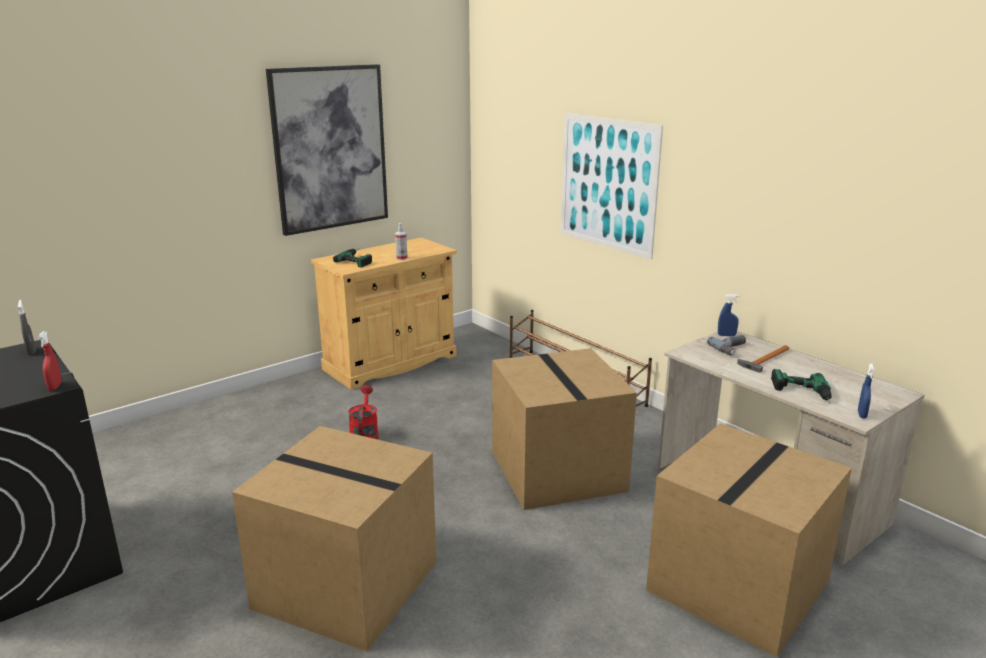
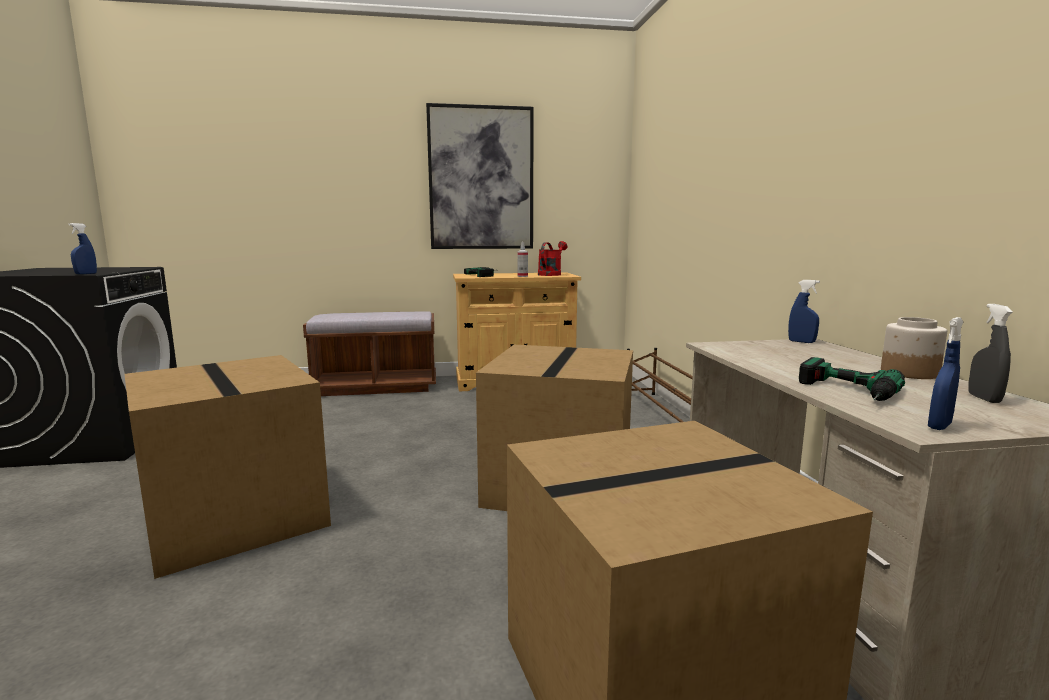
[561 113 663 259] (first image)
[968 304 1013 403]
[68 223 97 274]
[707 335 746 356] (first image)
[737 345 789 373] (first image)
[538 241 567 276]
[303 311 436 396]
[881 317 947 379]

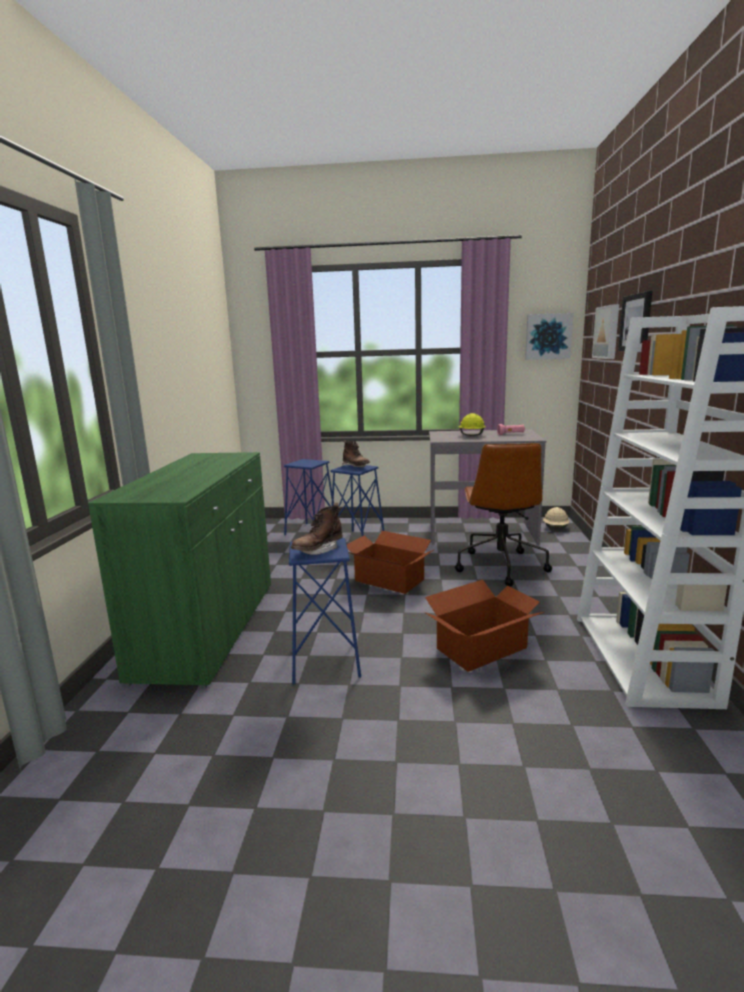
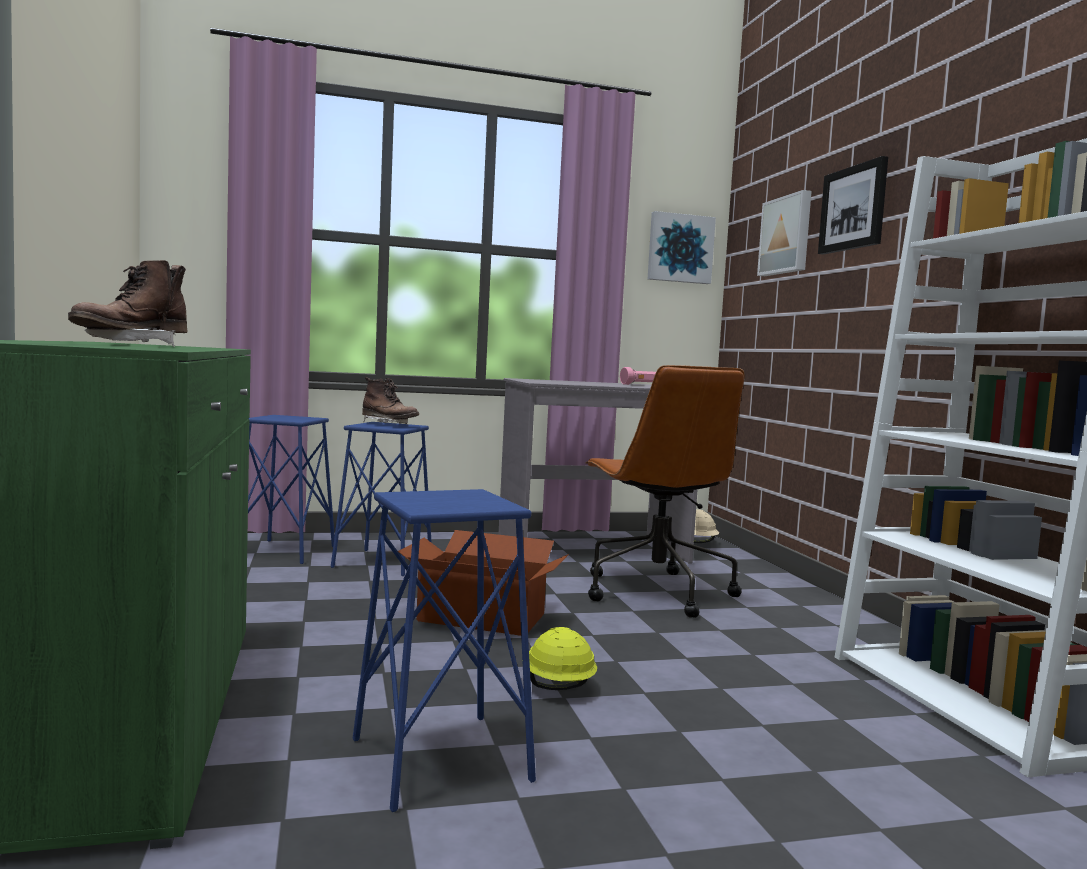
[529 627 597 690]
[68 260 188 347]
[424 580 544 672] (first image)

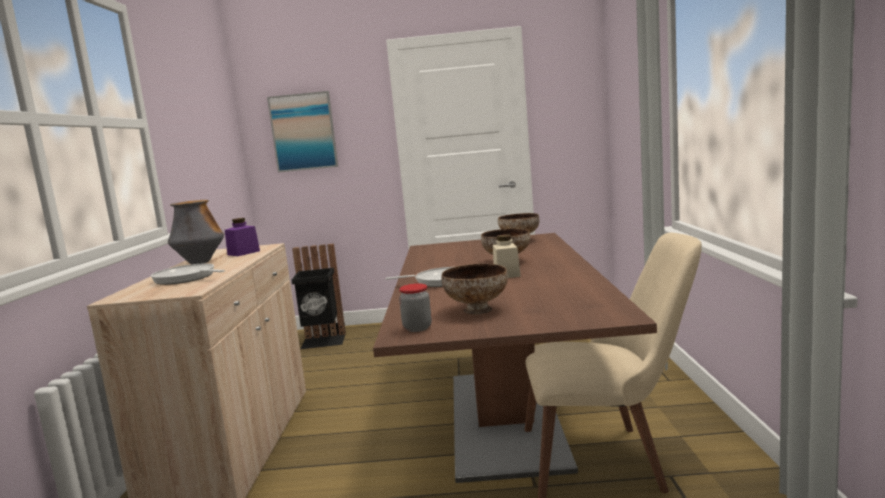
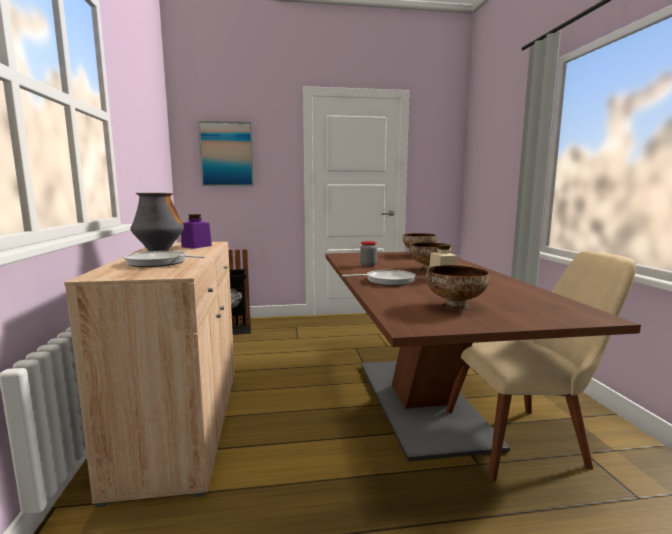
[360 241 377 267]

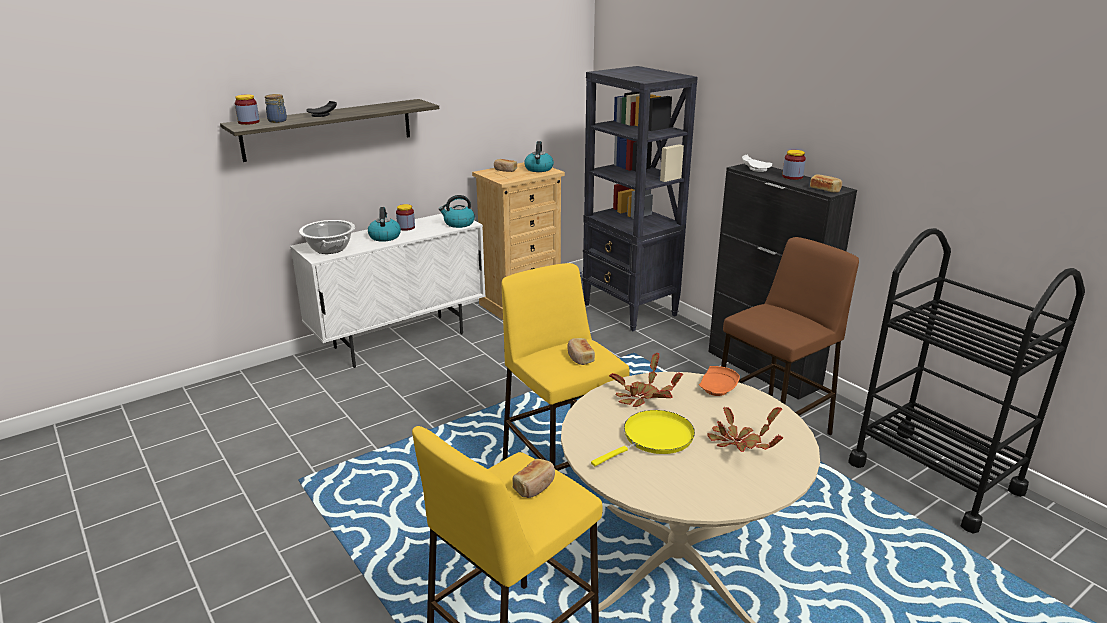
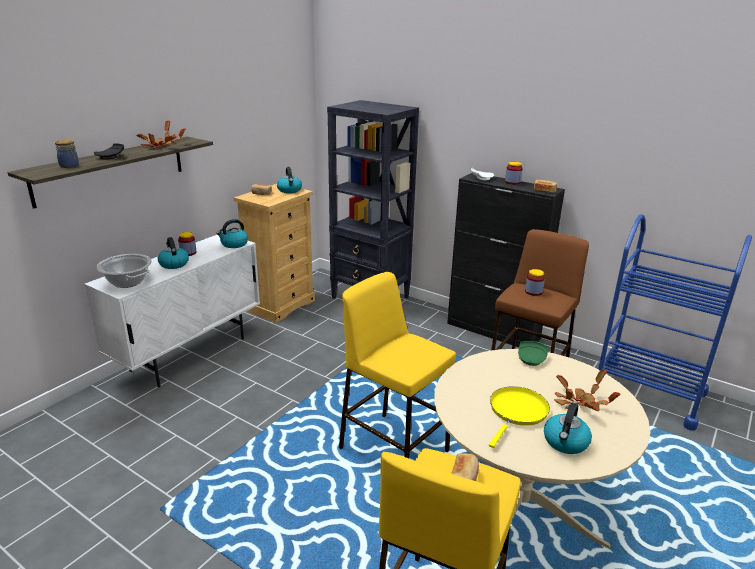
[525 269 545 296]
[598 214 752 431]
[567 338 595 365] (first image)
[136 121 186 149]
[518 341 548 366]
[544 402 592 454]

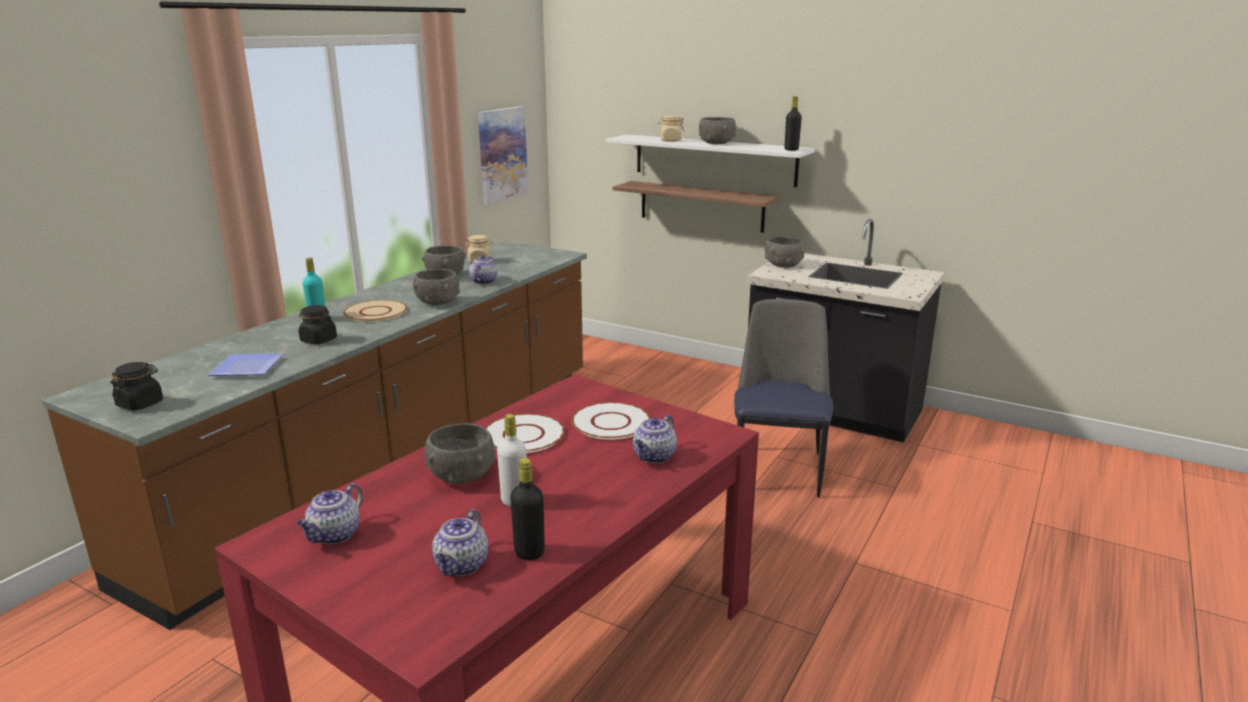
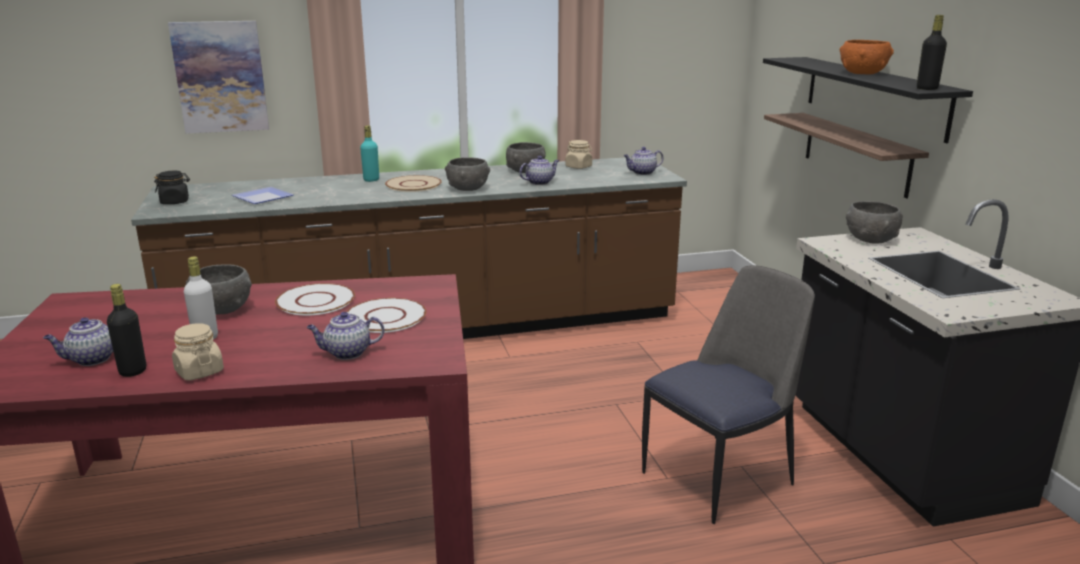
[168 21 269 134]
[172 323 224 381]
[839 40 894 74]
[763 57 973 143]
[299 305 337 344] (first image)
[623 147 663 175]

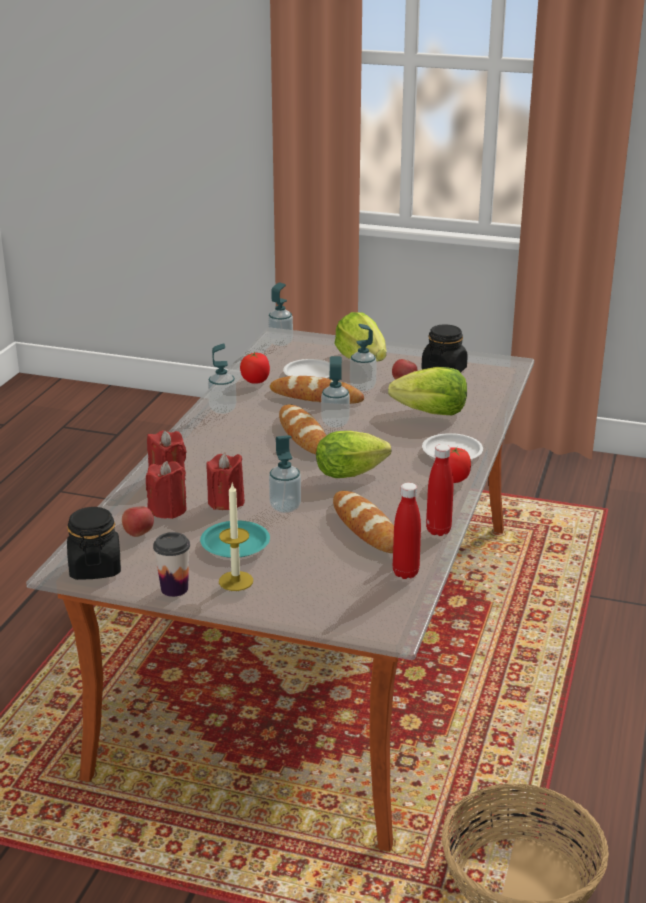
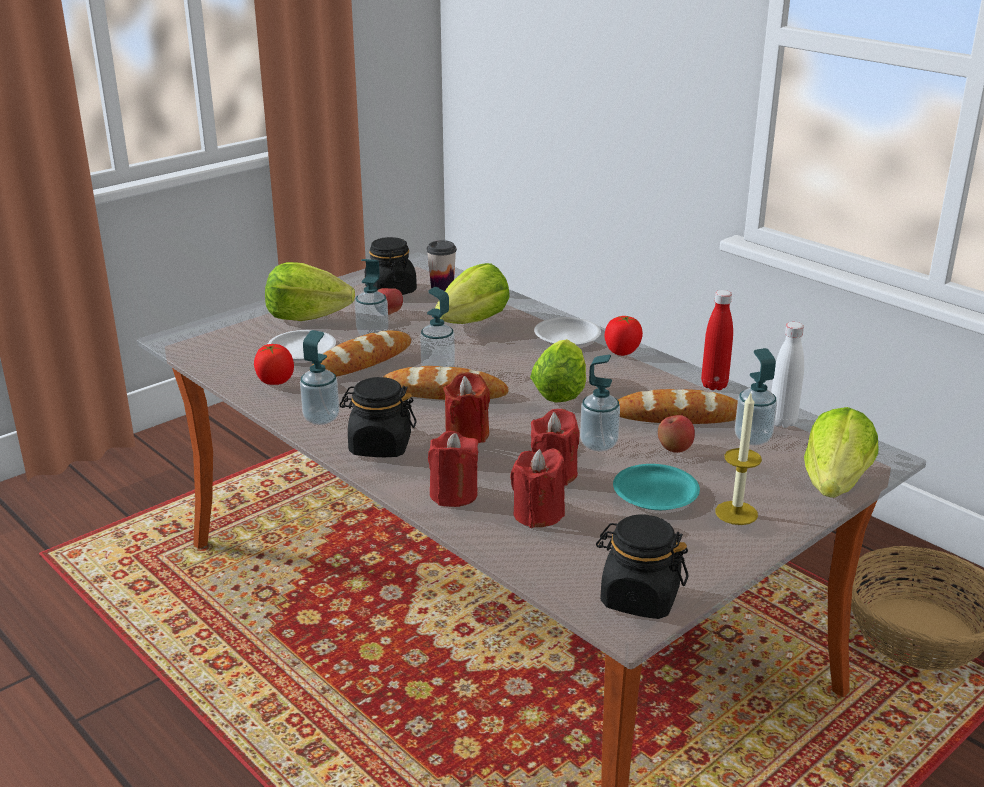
[735 348 777 445]
[771 322 804 428]
[658 415 695 453]
[426 240 457 291]
[443 372 490 443]
[340 377 417 457]
[804 407 879 498]

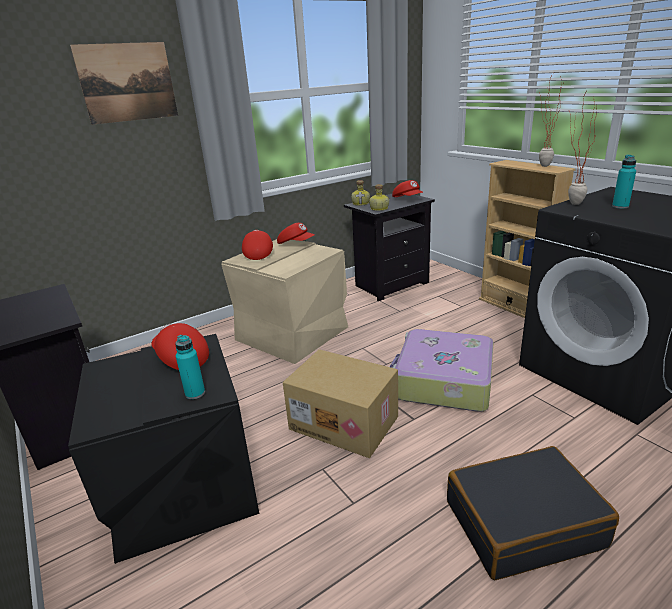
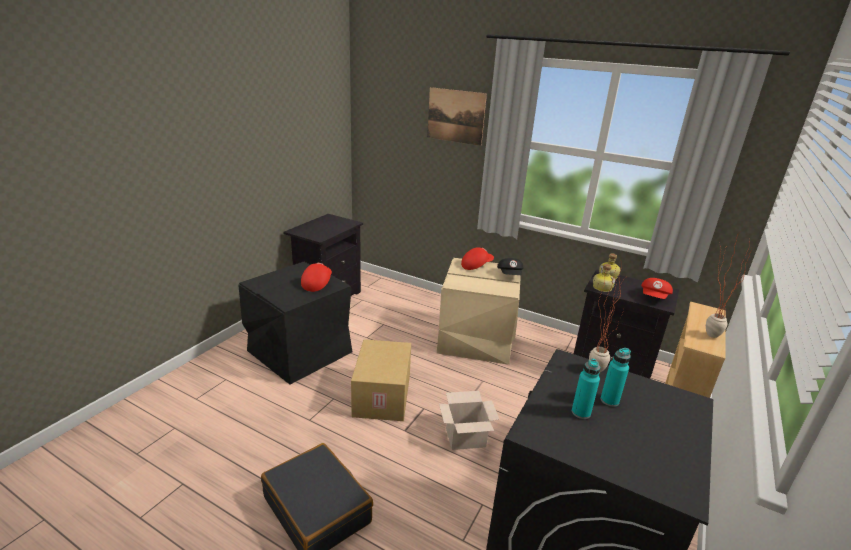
[497 258 524 275]
[439 391 499 450]
[572 358 600 419]

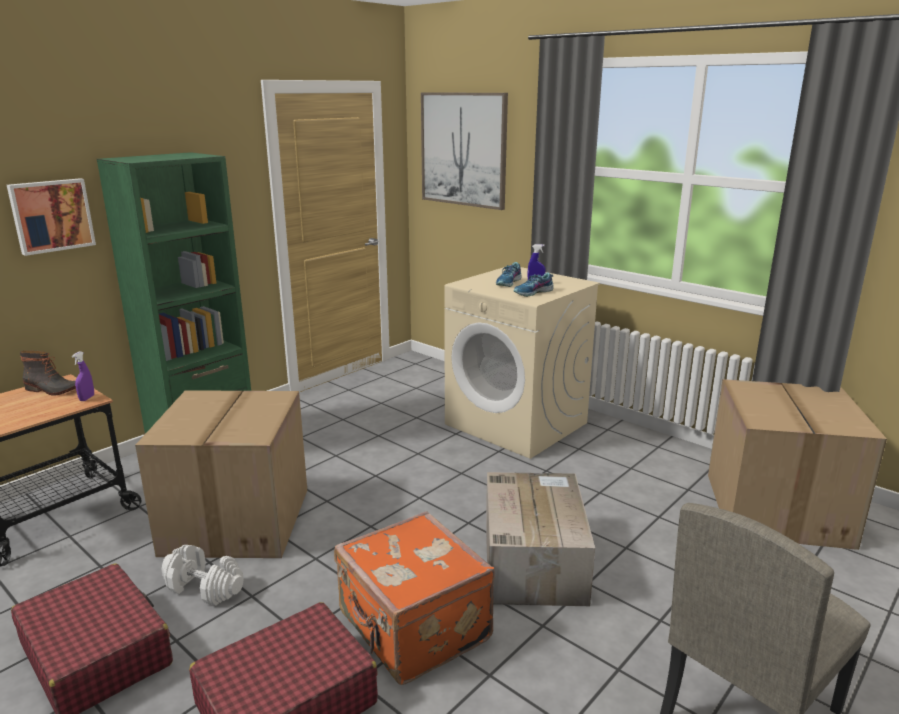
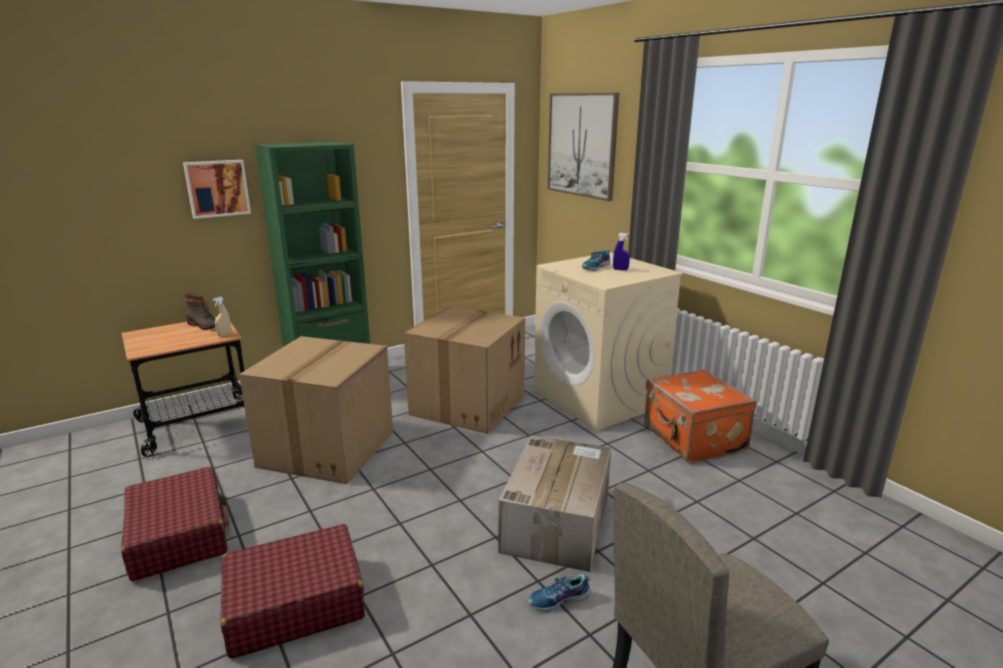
[528 574 591 612]
[213 297 231 336]
[404 306 525 434]
[644 369 757 463]
[162 545 243 606] (first image)

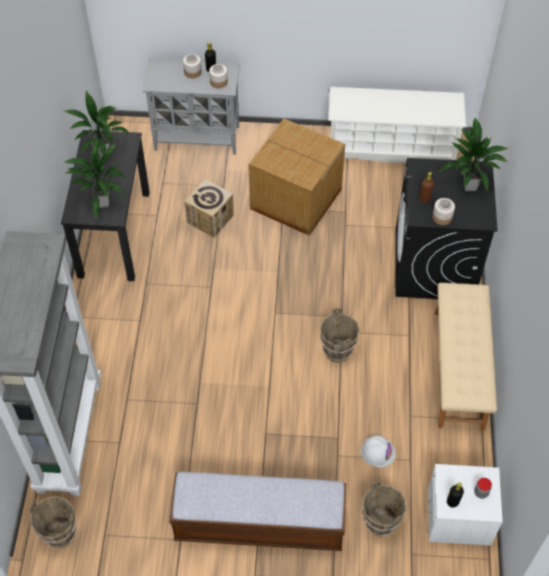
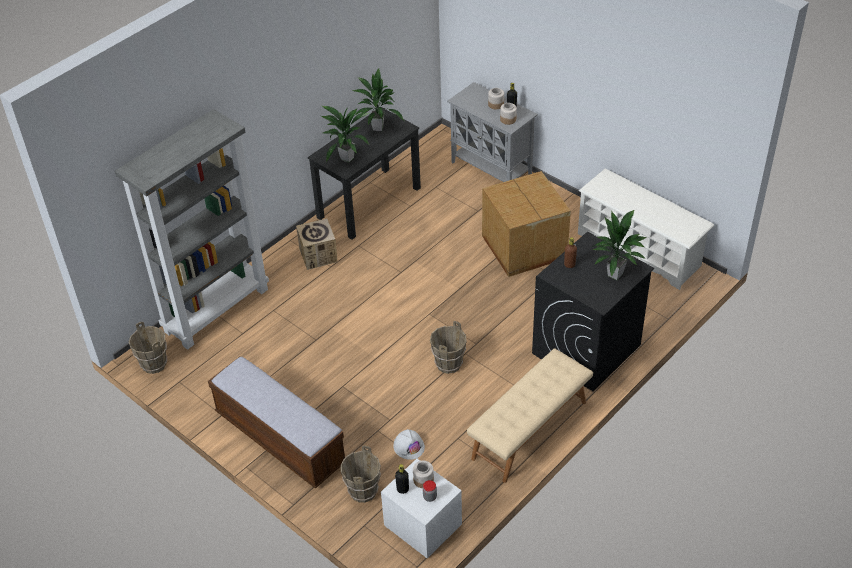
[296 218 338 270]
[413 461 434 488]

